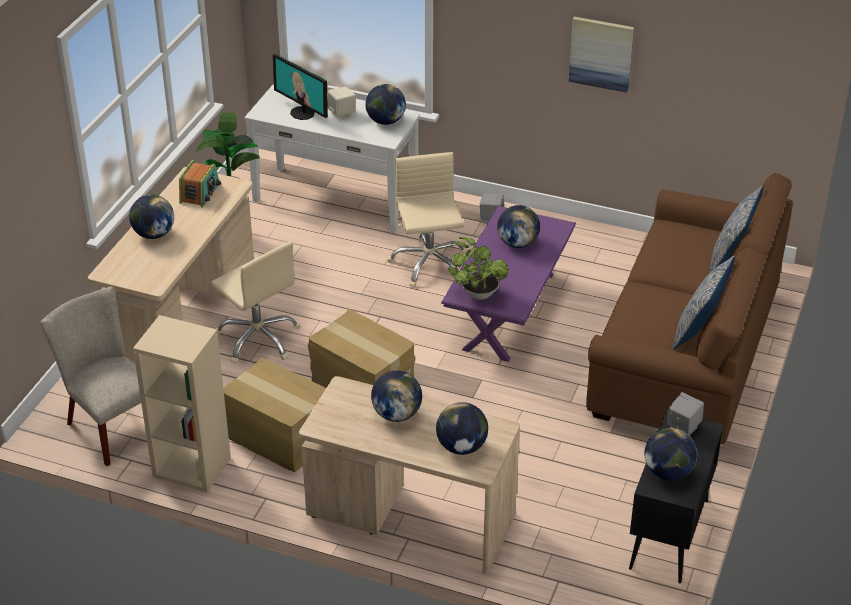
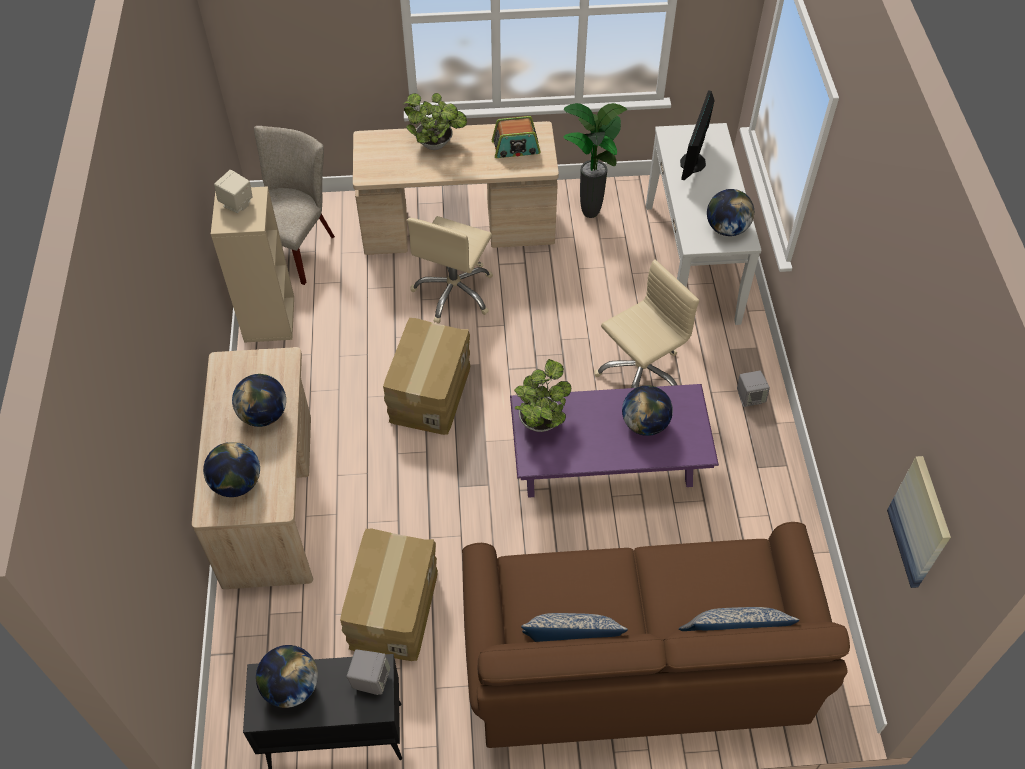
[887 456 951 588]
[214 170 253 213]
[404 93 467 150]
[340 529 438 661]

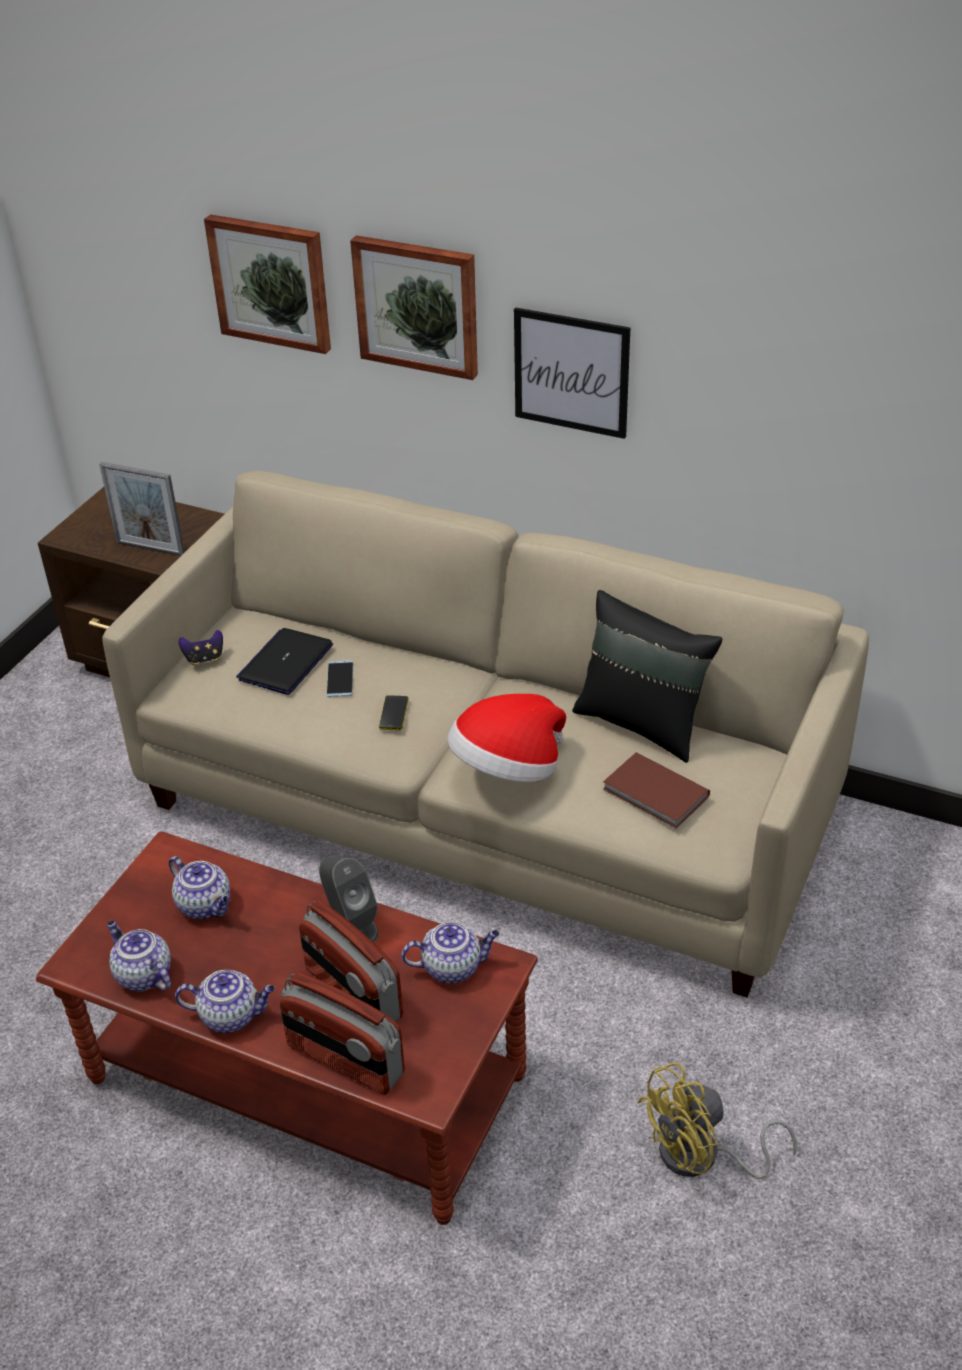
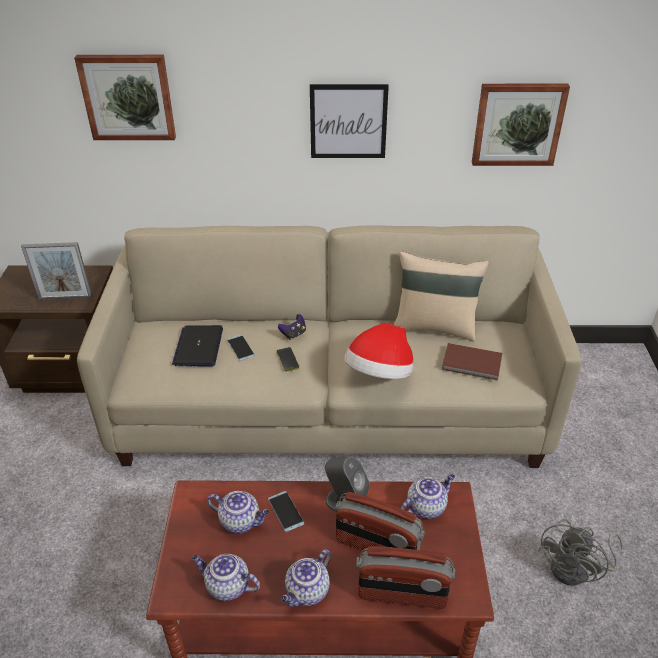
[472 84 570 166]
[394 251 489 342]
[278 314 306 340]
[281 550 331 607]
[538 519 623 586]
[268 491 304 532]

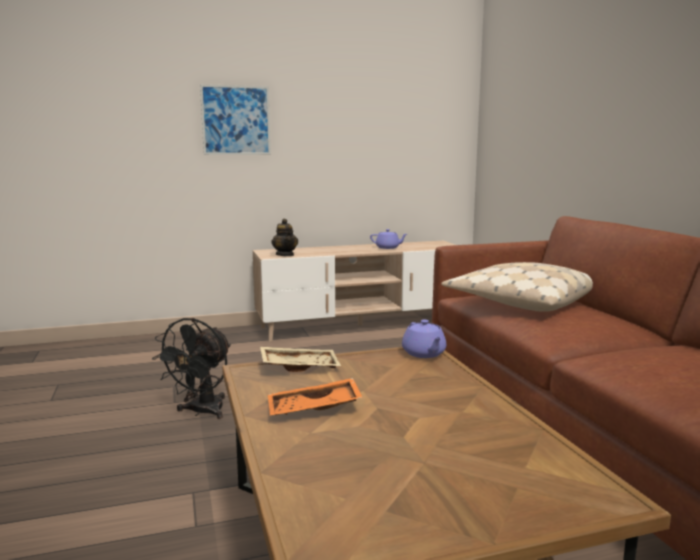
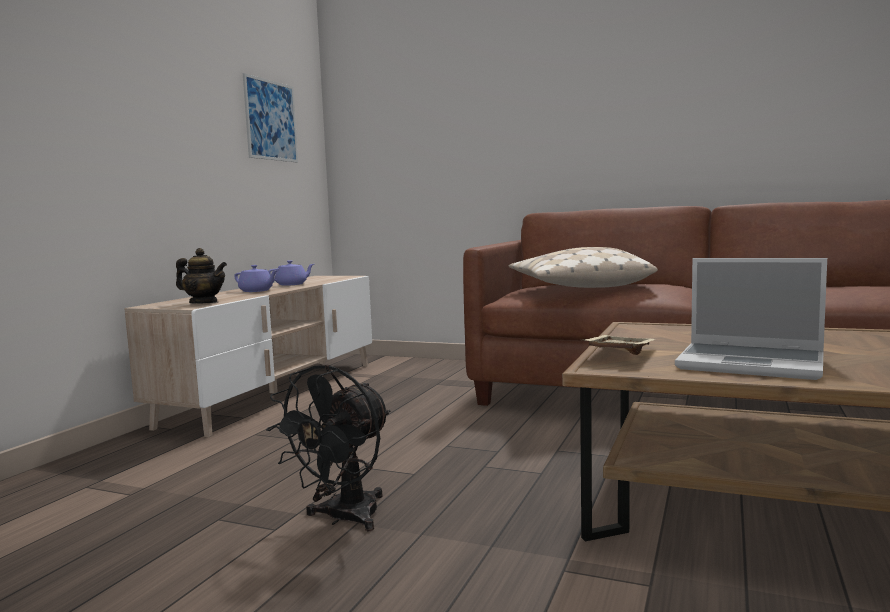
[243 73 298 162]
[266 364 390 531]
[234 265 277 292]
[675 258 827 380]

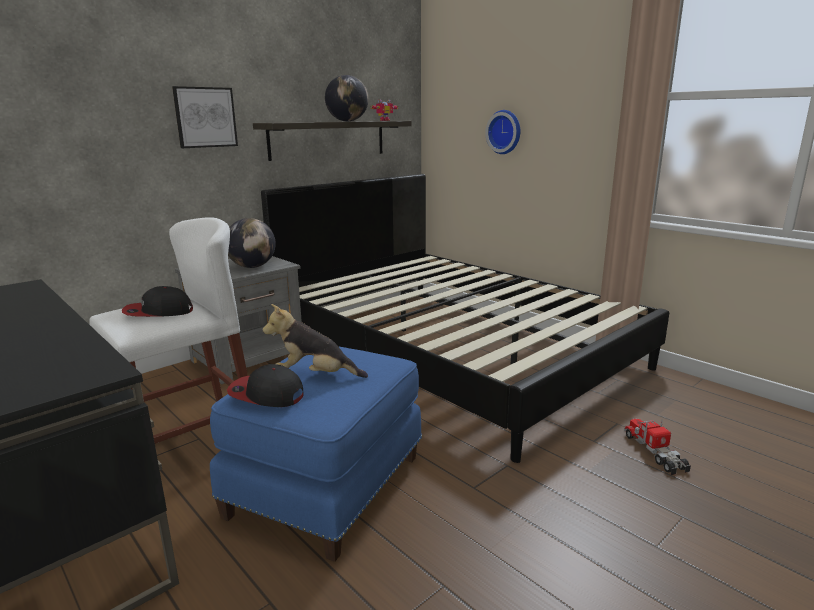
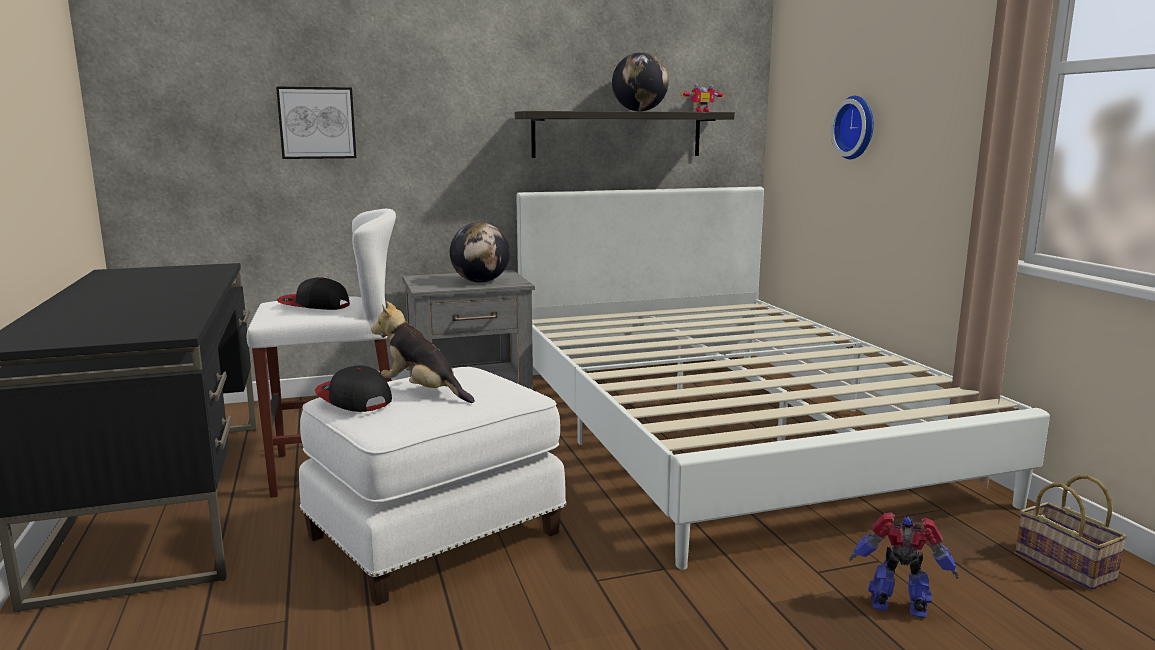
[276 86 357 159]
[516 187 1050 570]
[299 367 566 605]
[849 513 958 618]
[1016 475 1127 590]

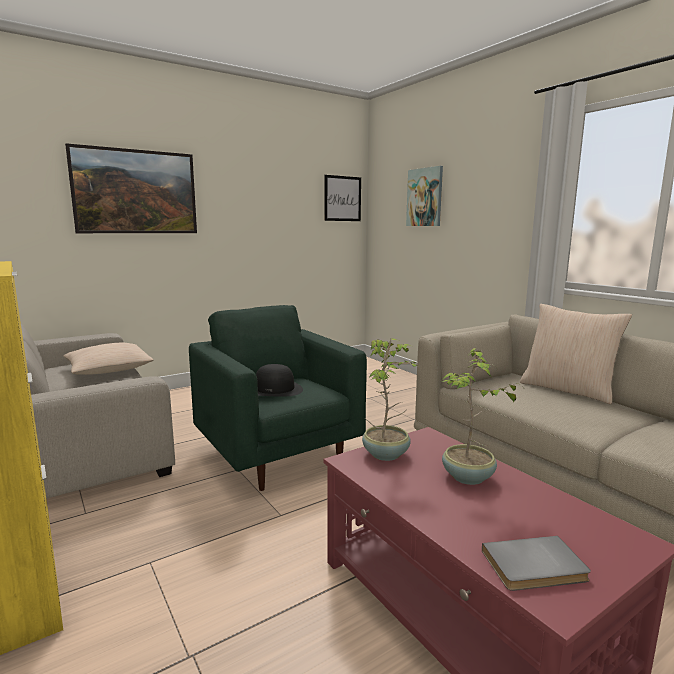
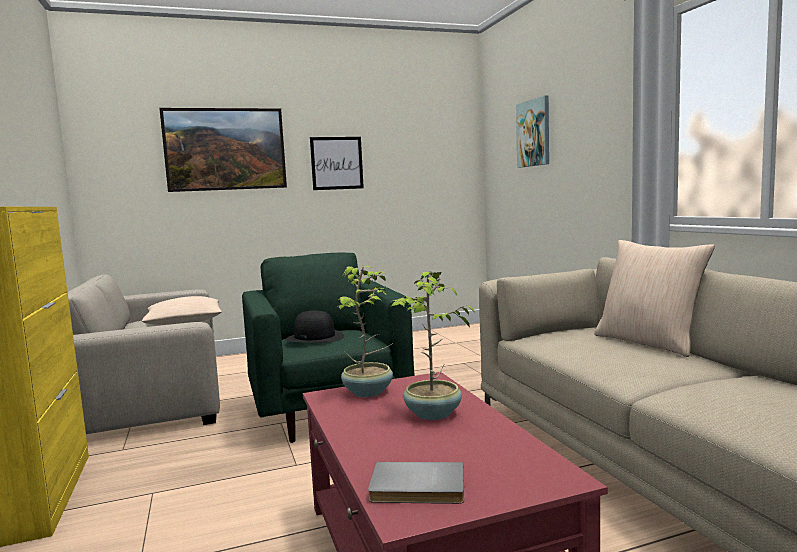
[310 137 364 190]

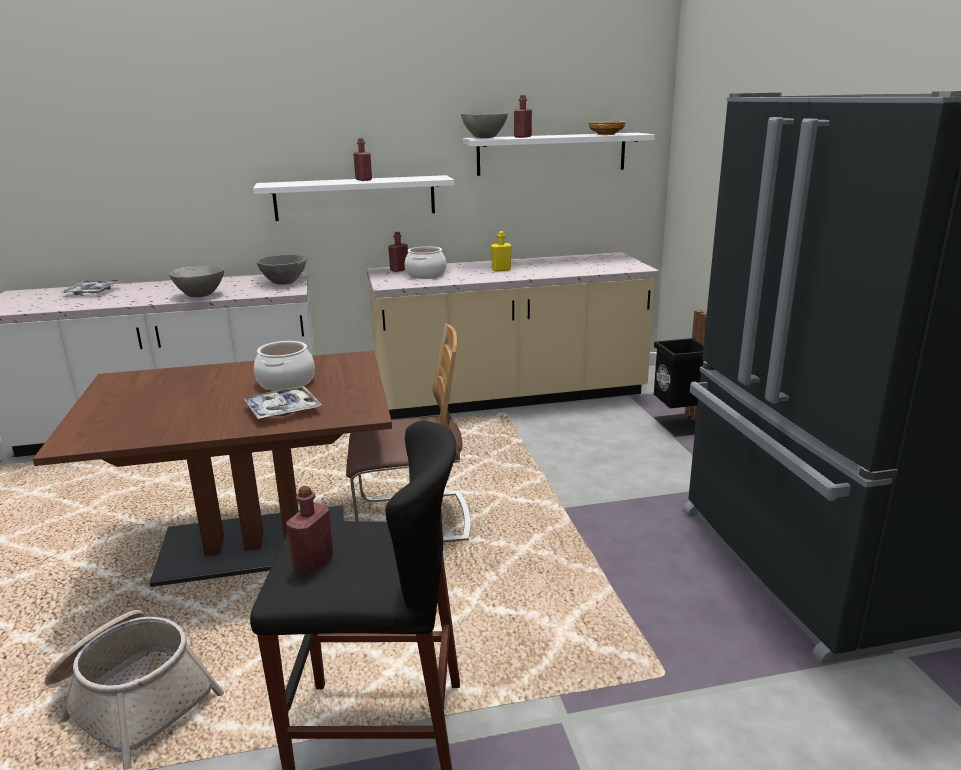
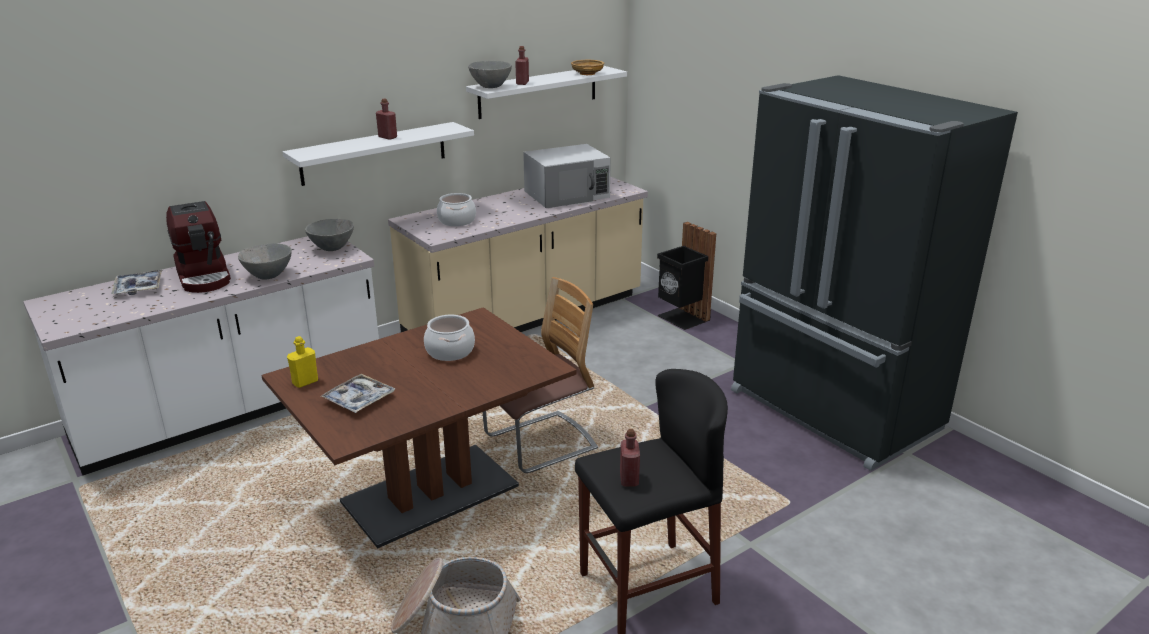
[388 231 408 272] (first image)
[287 336 318 388]
[320 374 395 413]
[523 144 611 208]
[166 201 231 293]

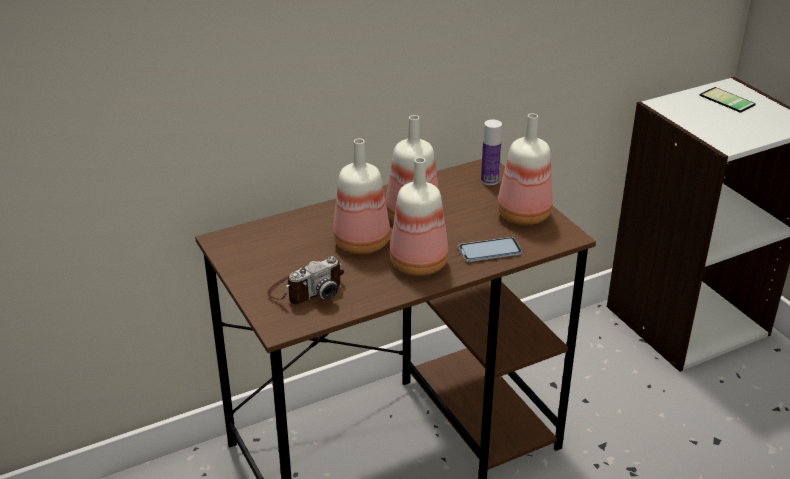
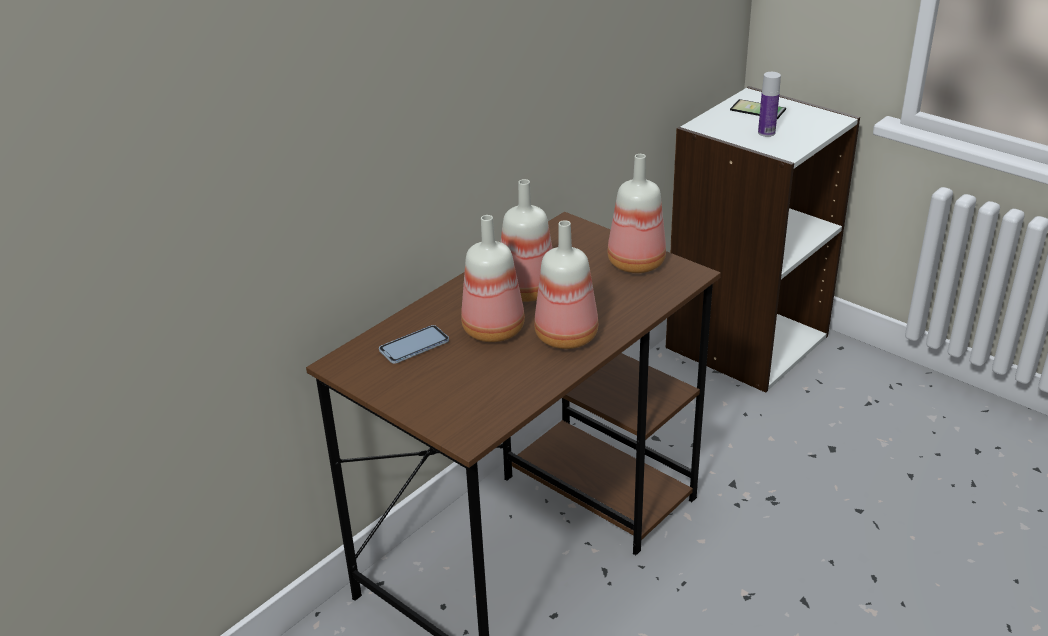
[758 72 781 137]
[379 325 449 364]
[267 256 344 304] (first image)

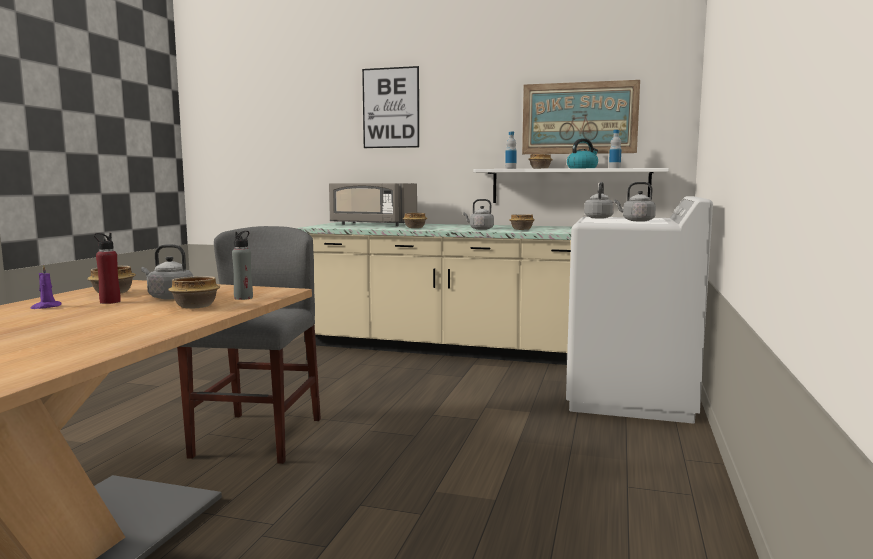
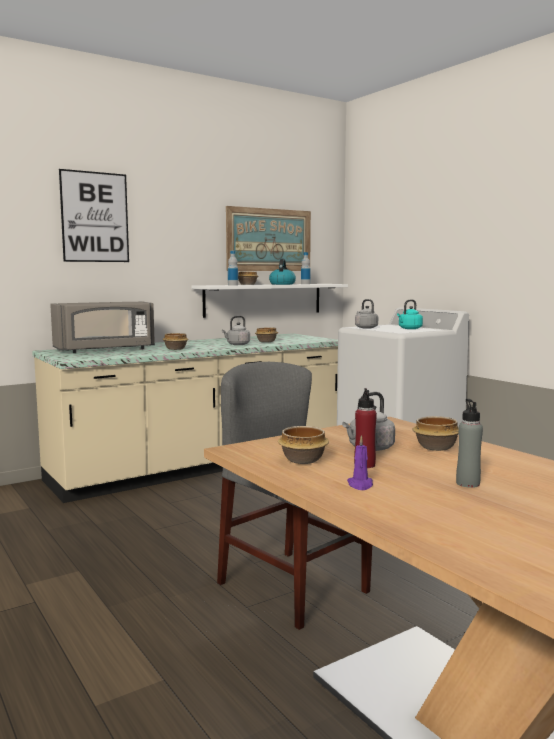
[397 300 423 329]
[456 399 483 488]

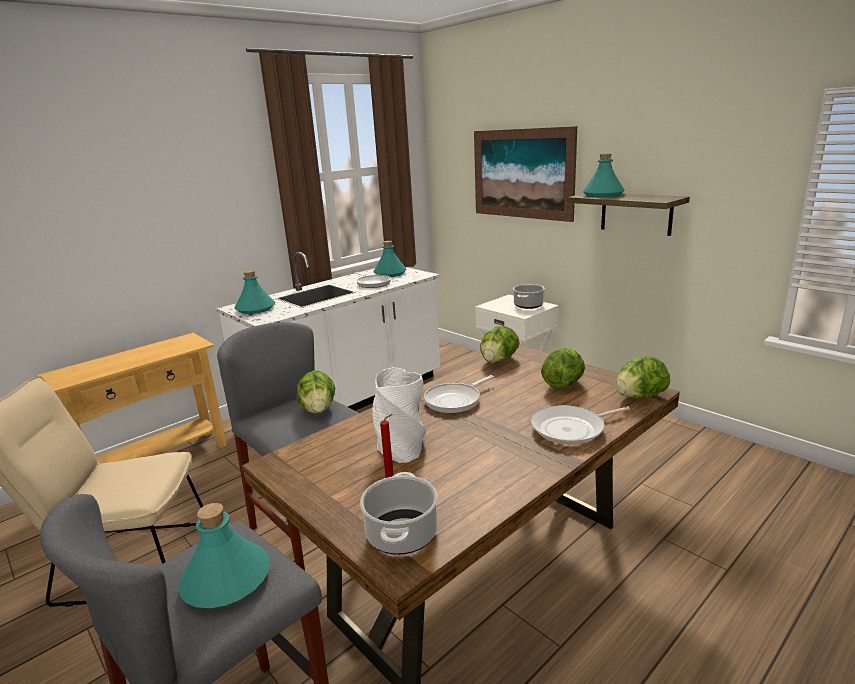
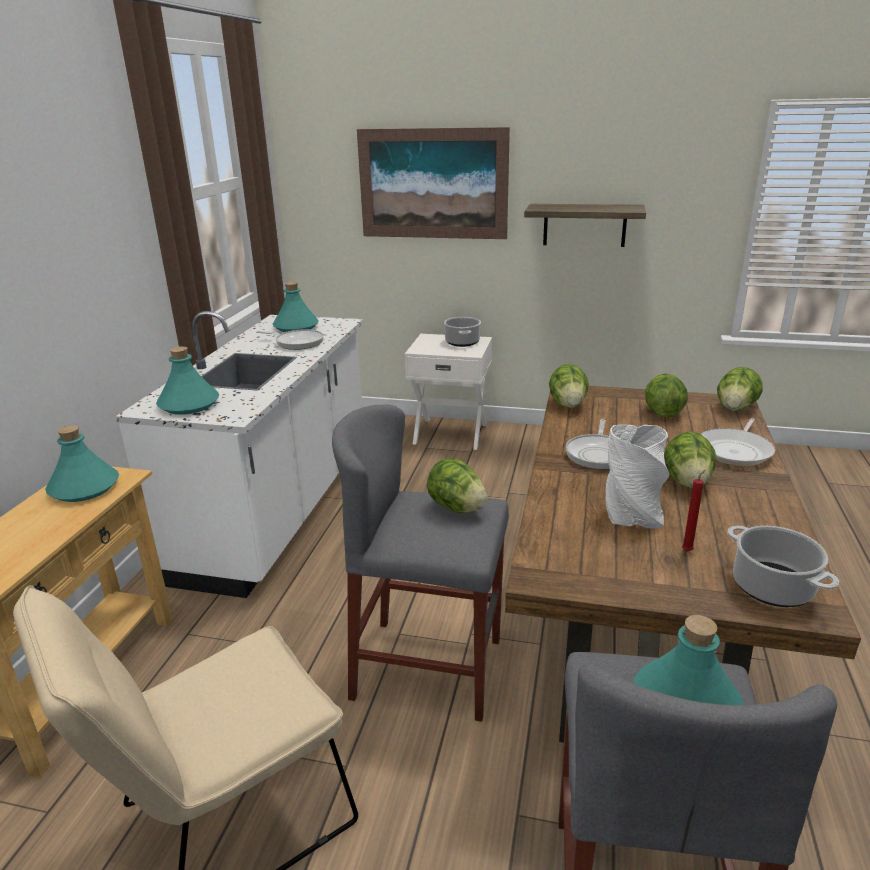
[45 425 119 502]
[664 431 716 488]

